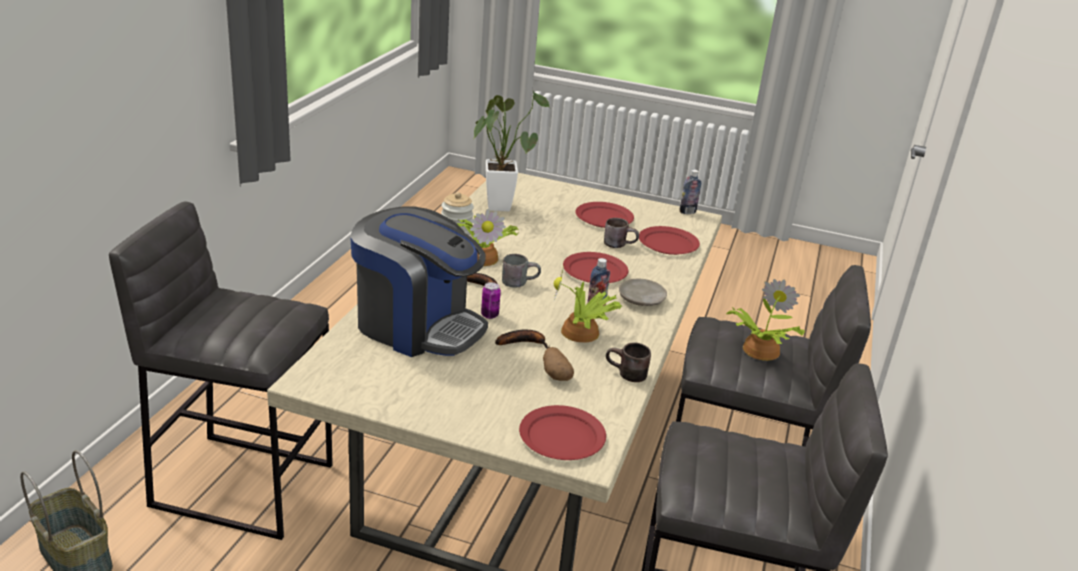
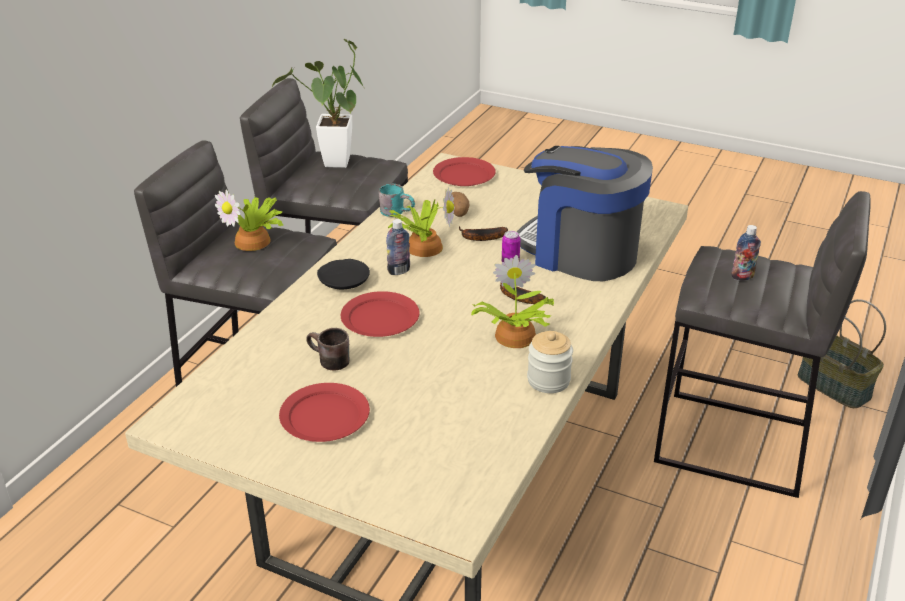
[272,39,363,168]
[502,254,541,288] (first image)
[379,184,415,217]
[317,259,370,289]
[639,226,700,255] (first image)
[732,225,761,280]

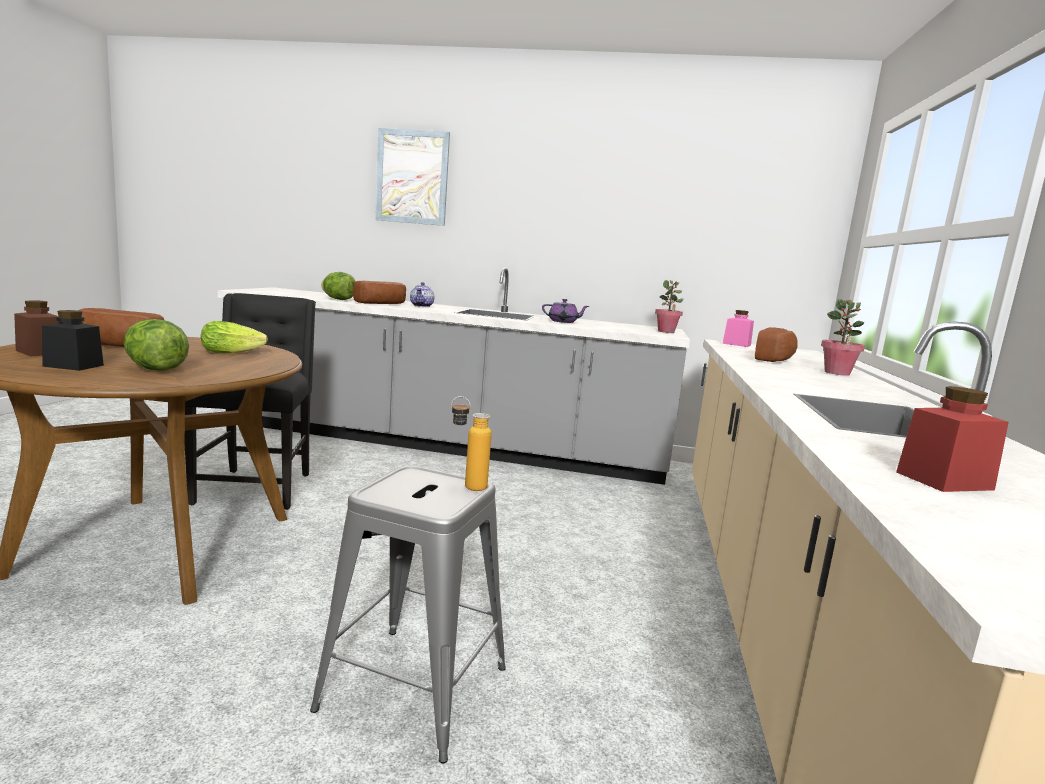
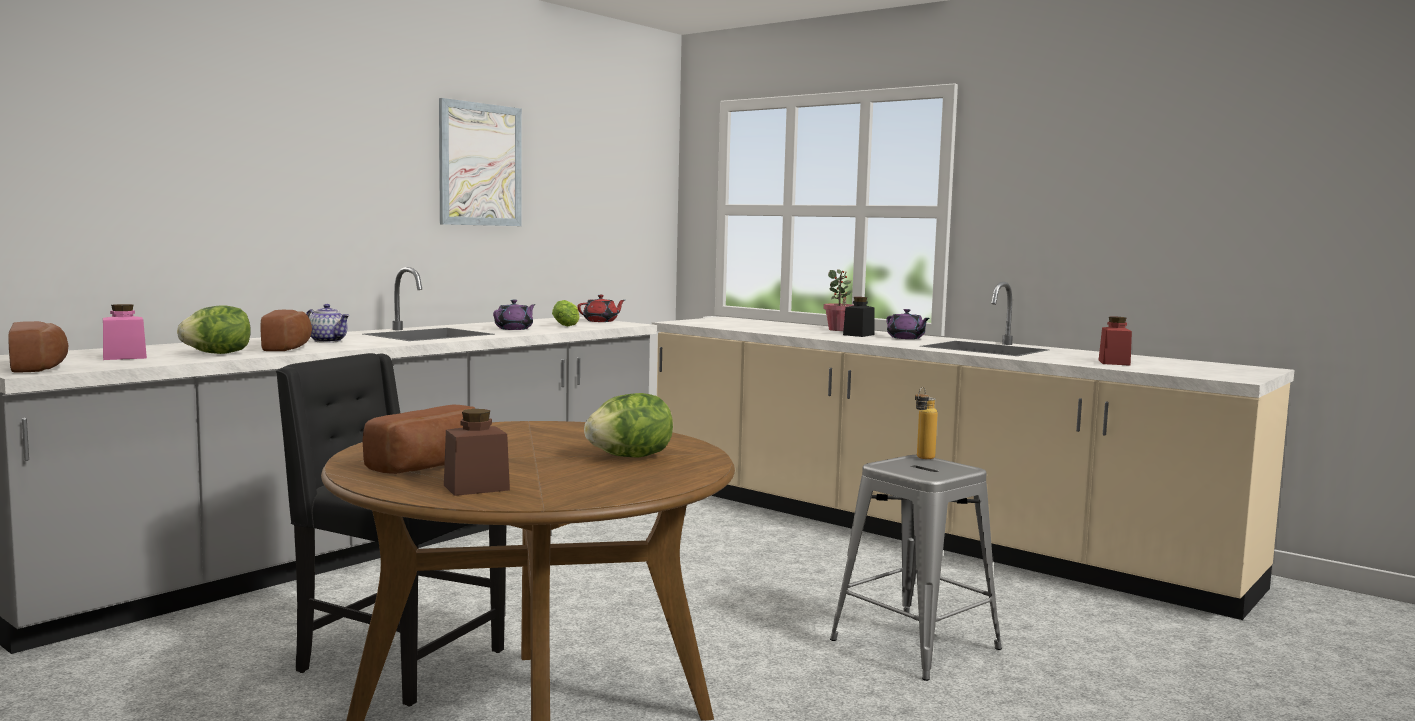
[843,297,875,337]
[552,300,580,327]
[439,98,522,226]
[577,295,625,322]
[103,304,147,360]
[8,321,68,373]
[886,309,930,339]

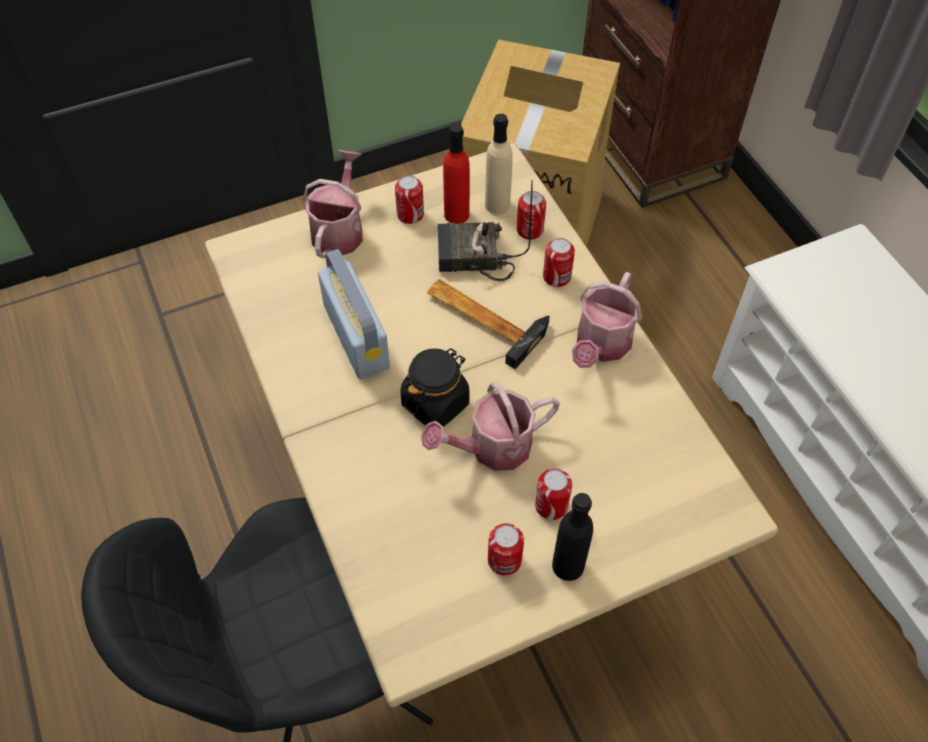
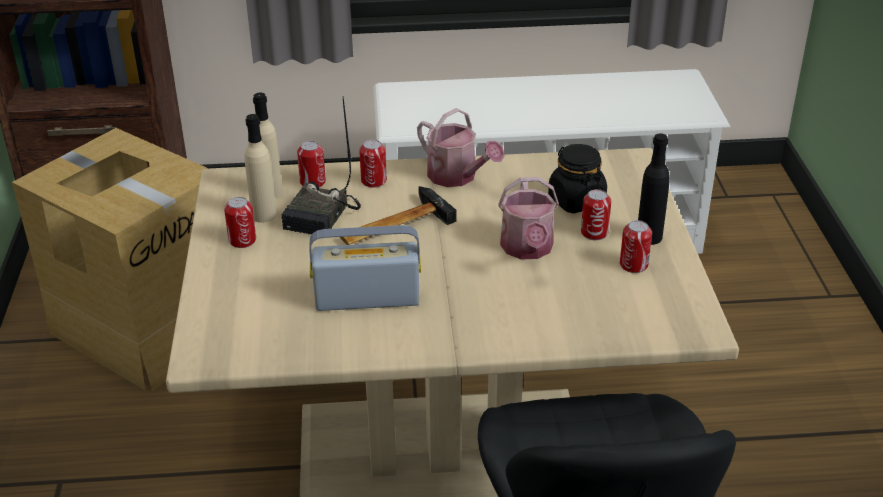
[303,150,363,259] (first image)
[548,144,607,213]
[244,114,277,223]

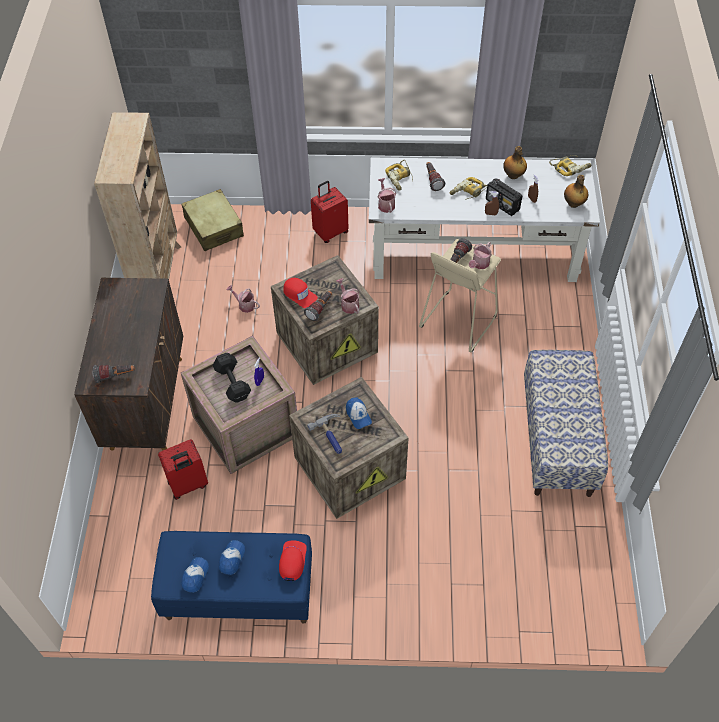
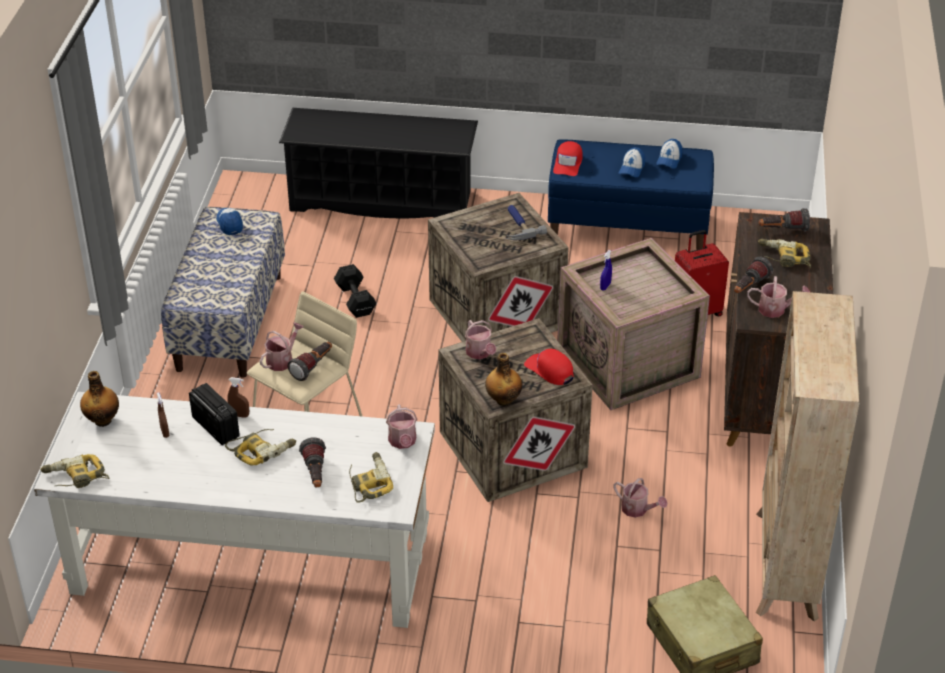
[334,264,376,318]
[734,257,773,293]
[311,181,348,243] (first image)
[216,208,243,235]
[485,353,522,406]
[279,108,478,218]
[747,276,810,318]
[758,239,811,268]

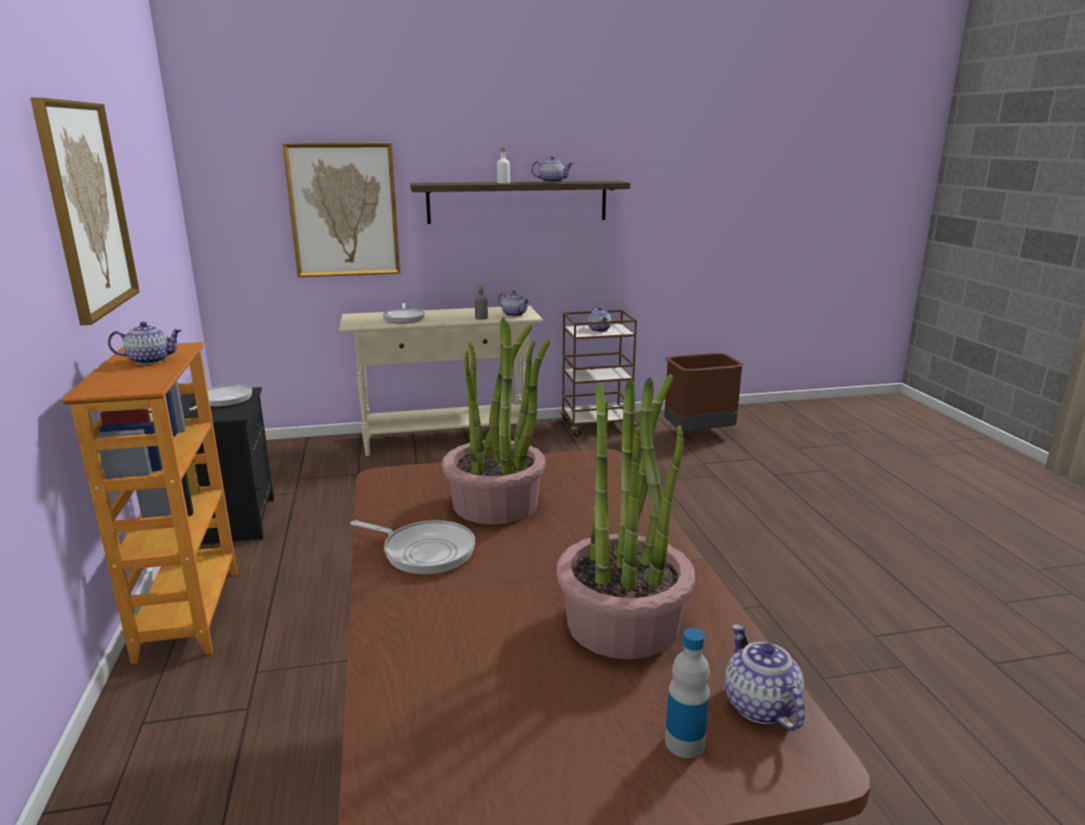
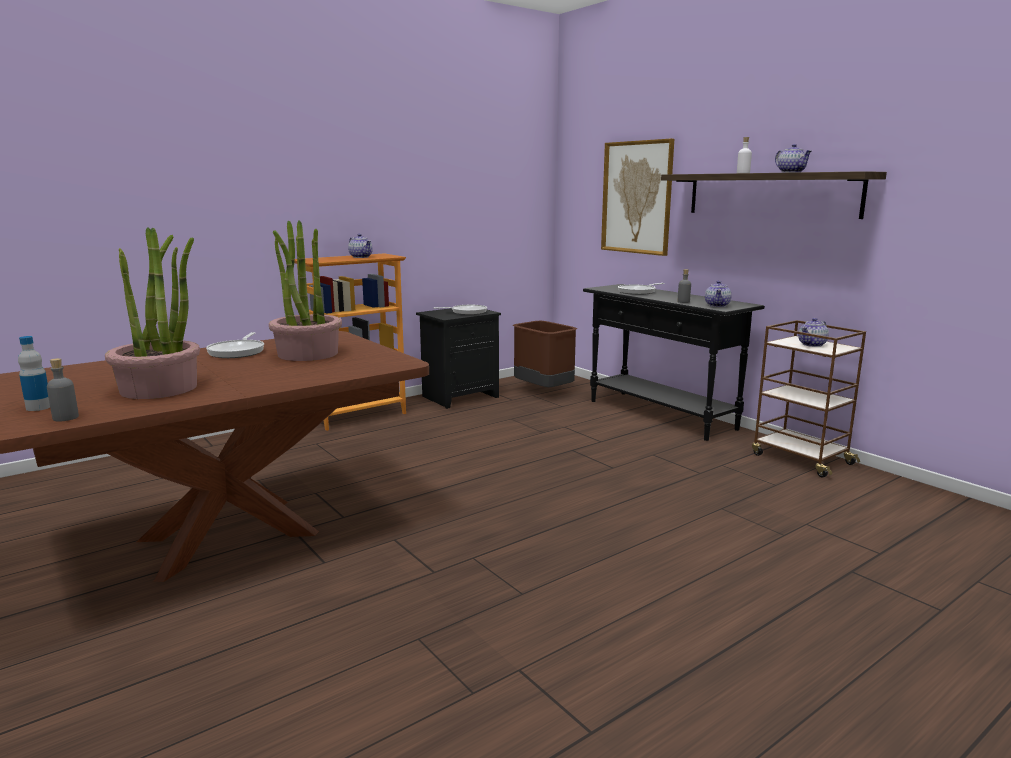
[30,98,140,325] (first image)
[583,284,765,441]
[513,321,577,387]
[47,358,79,421]

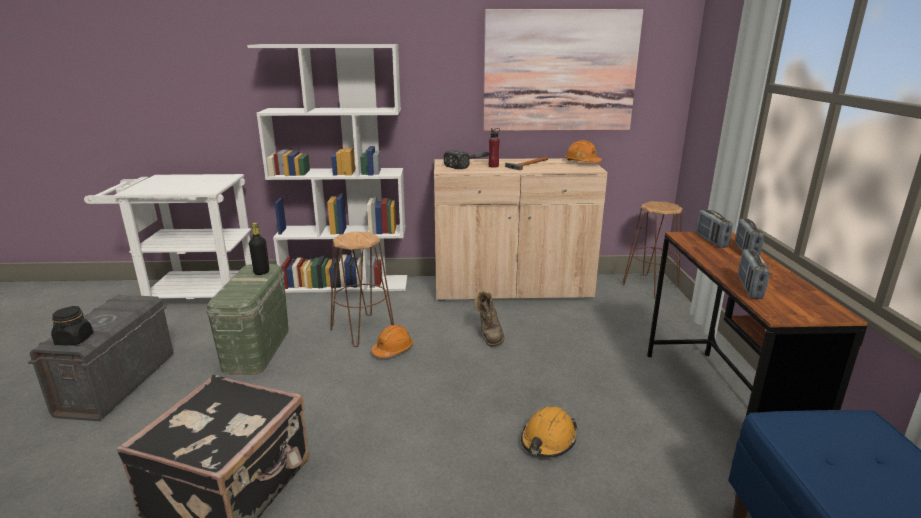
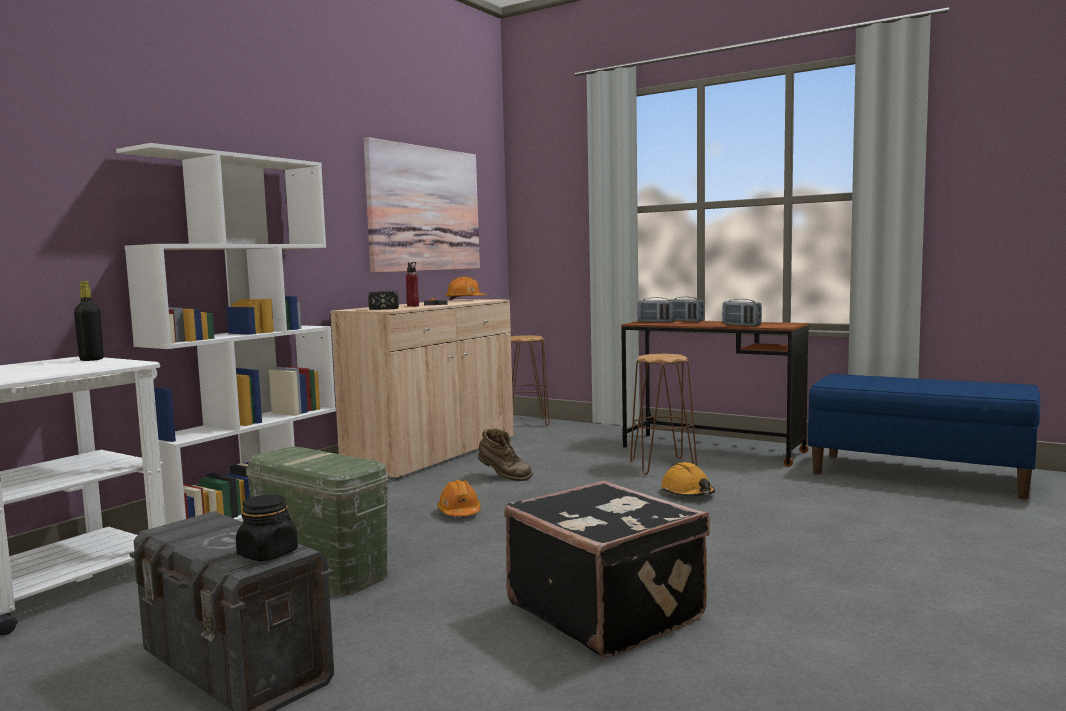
[74,281,104,361]
[630,354,697,475]

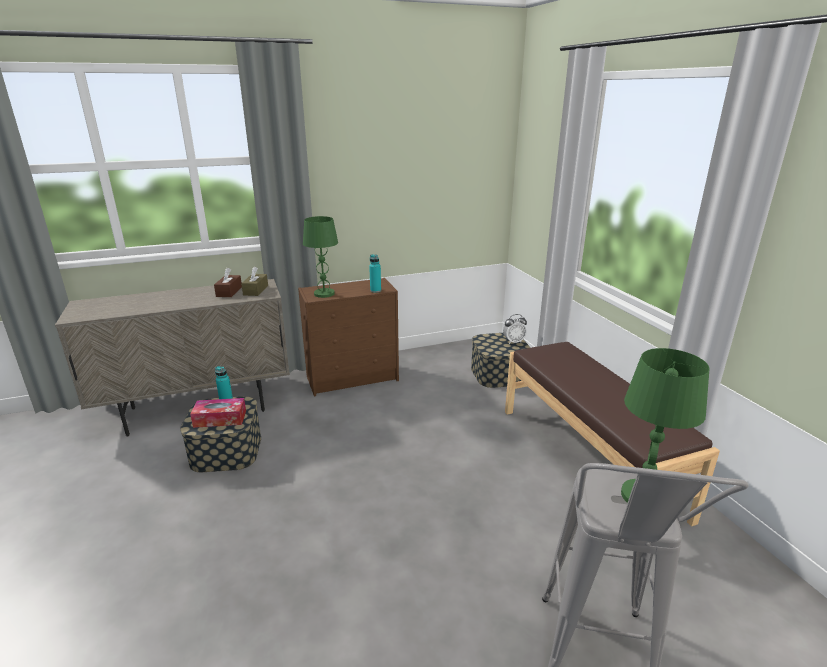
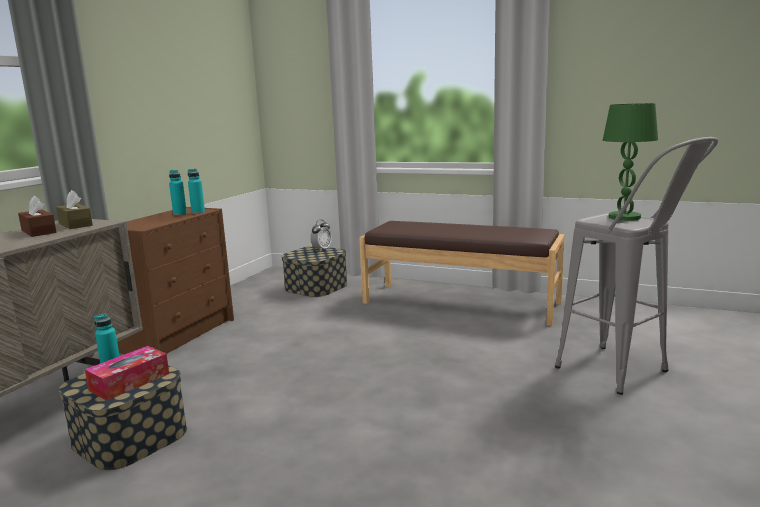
[303,216,338,298] (first image)
[169,170,187,215]

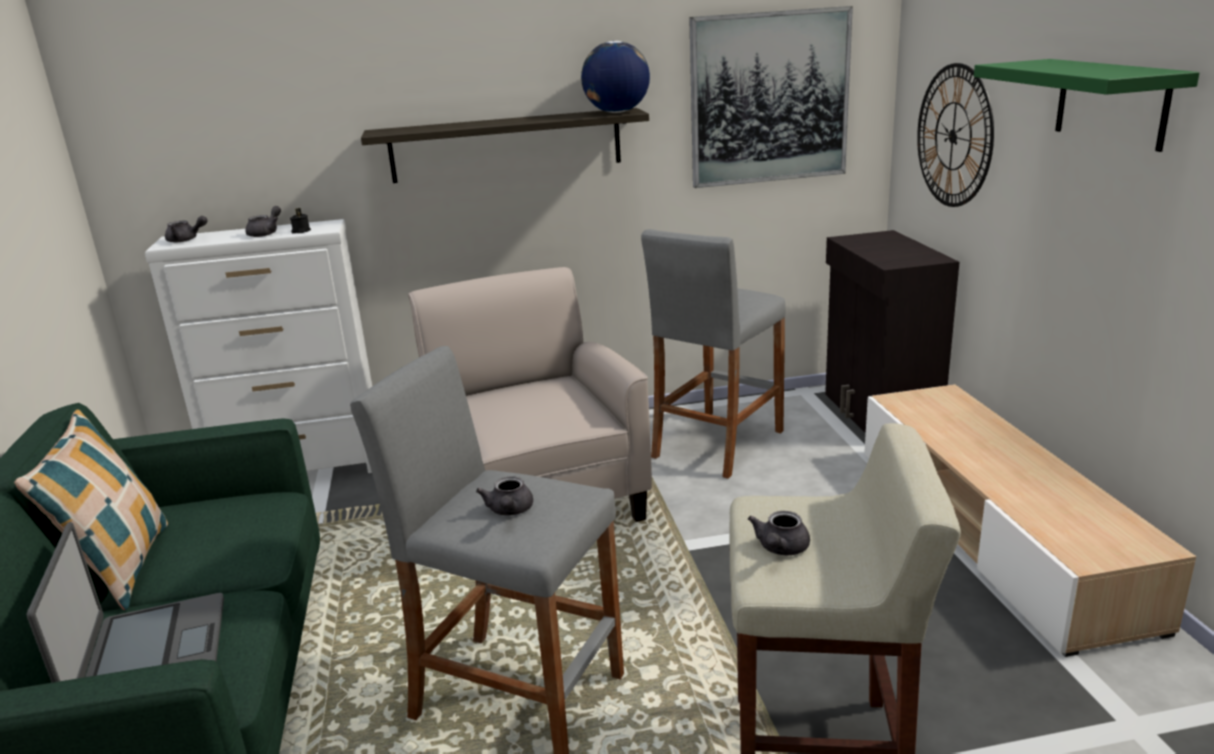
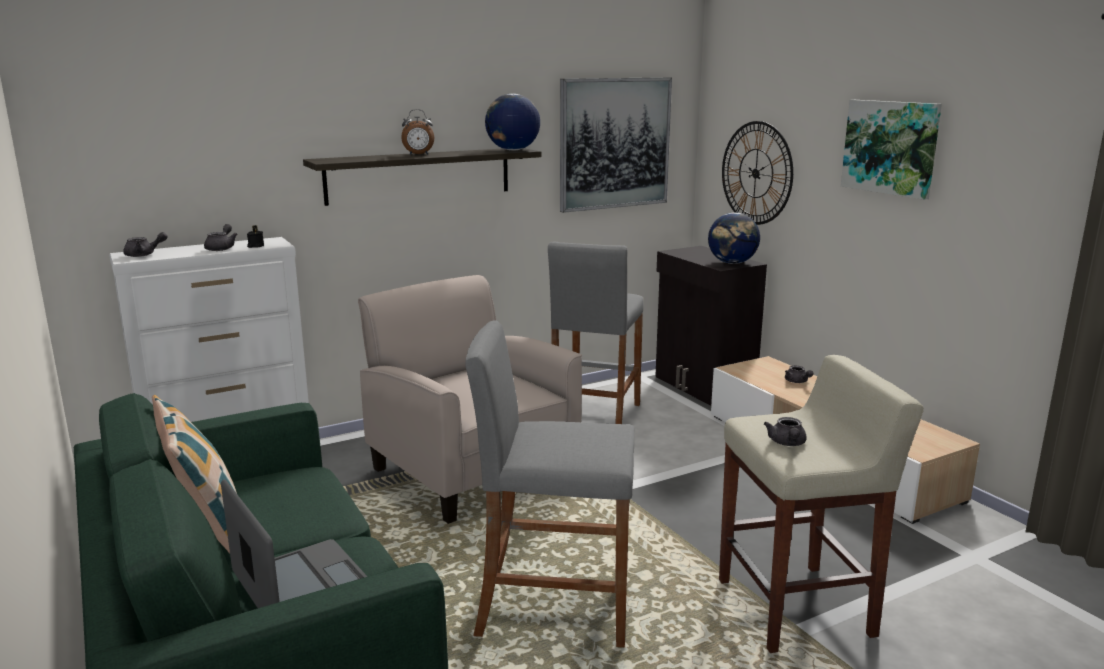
[785,365,814,383]
[841,100,942,200]
[401,109,434,155]
[708,212,760,264]

